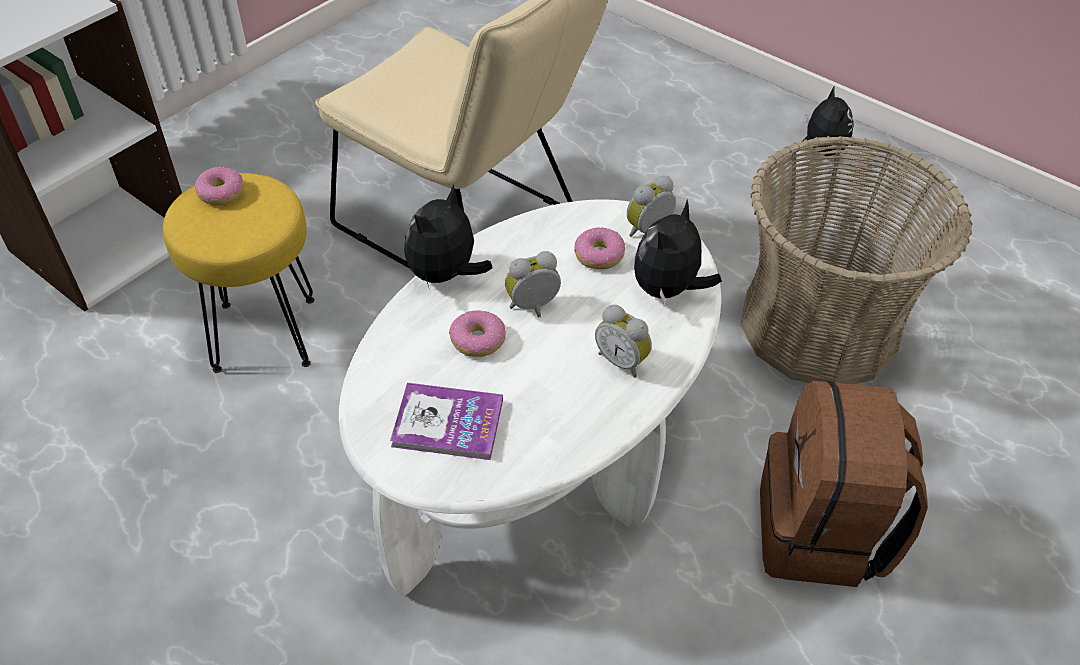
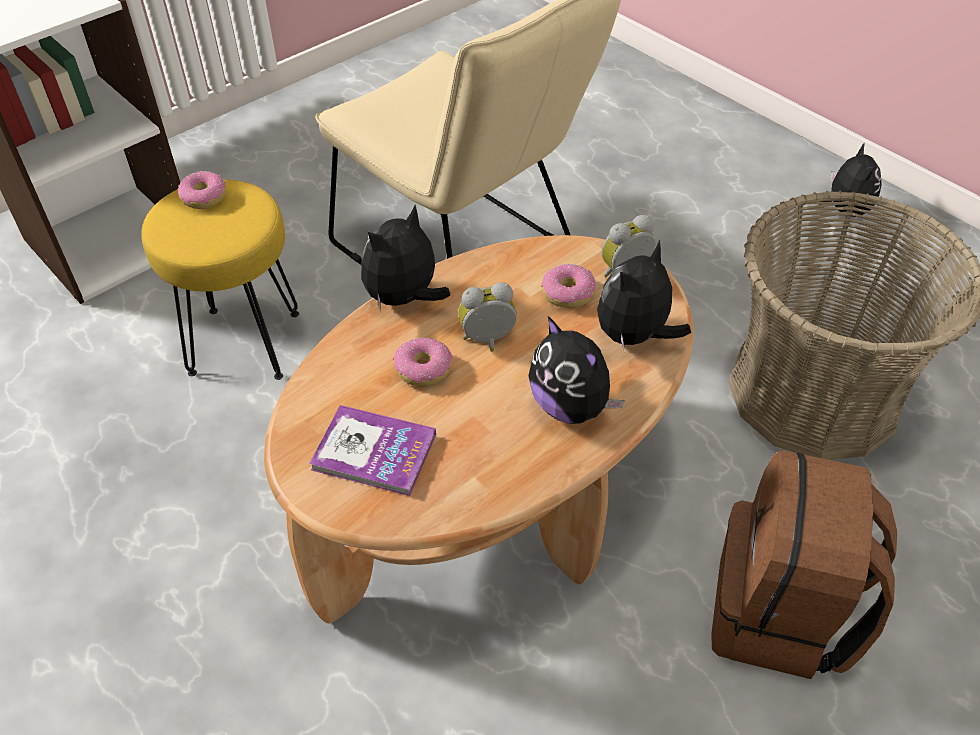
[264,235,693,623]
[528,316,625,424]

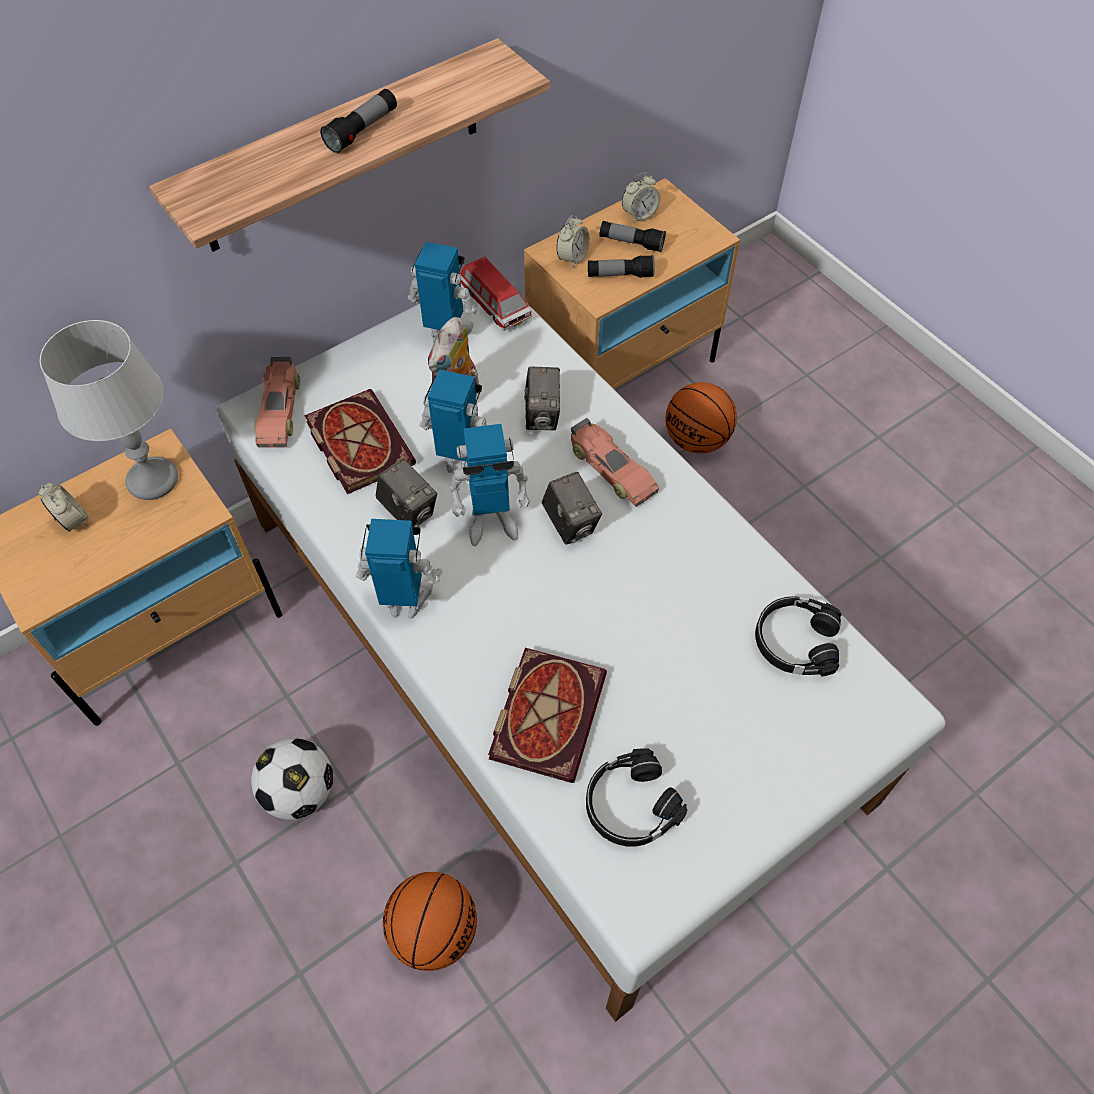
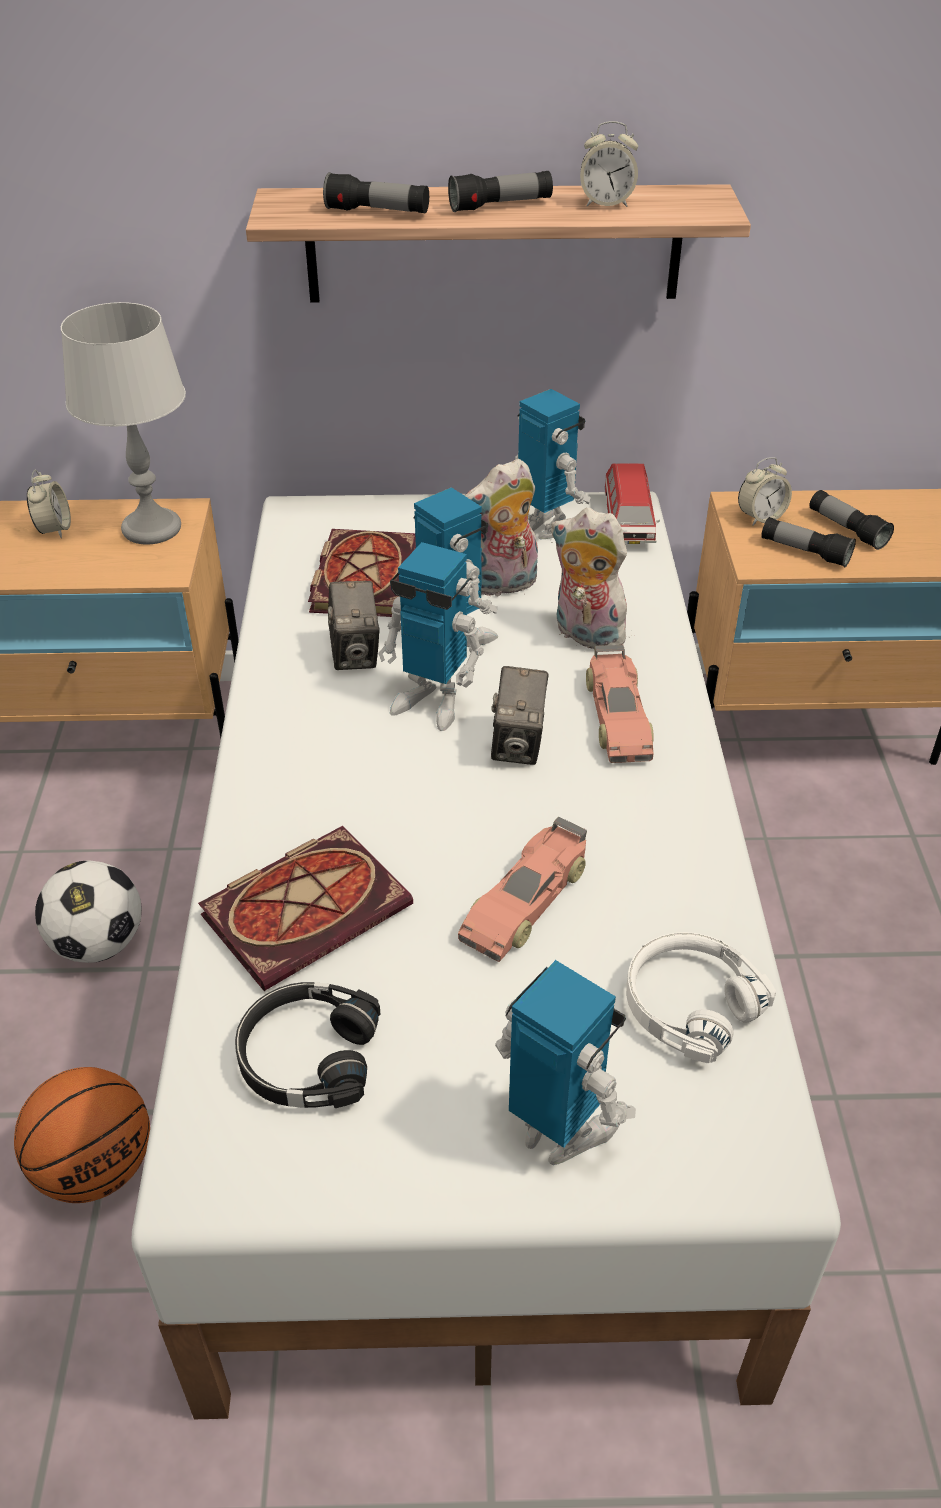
[458,817,587,962]
[495,960,636,1165]
[550,508,627,652]
[580,121,638,207]
[666,382,737,454] (first image)
[626,932,776,1063]
[323,172,429,213]

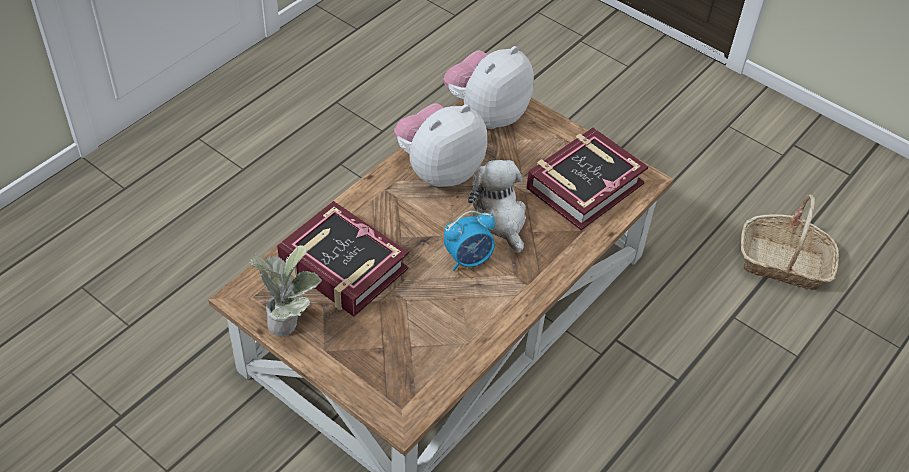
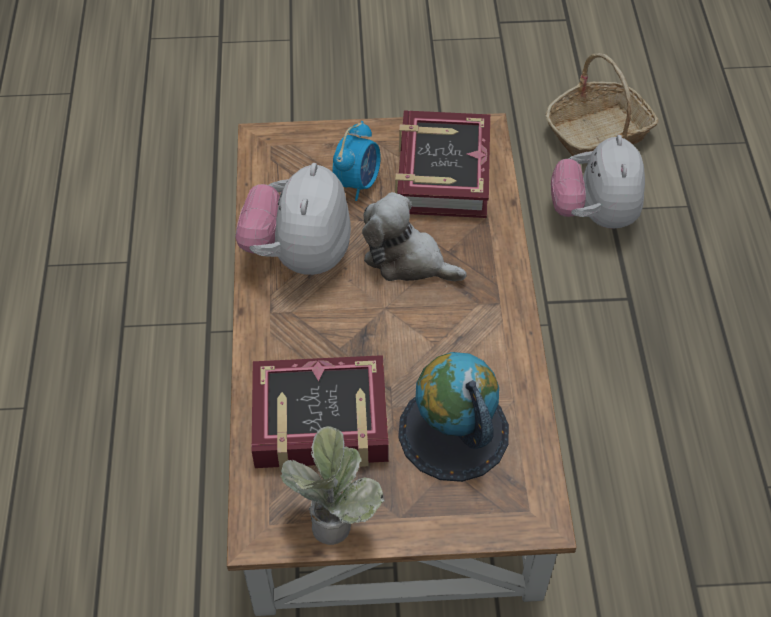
[551,135,645,229]
[333,121,381,201]
[398,352,509,482]

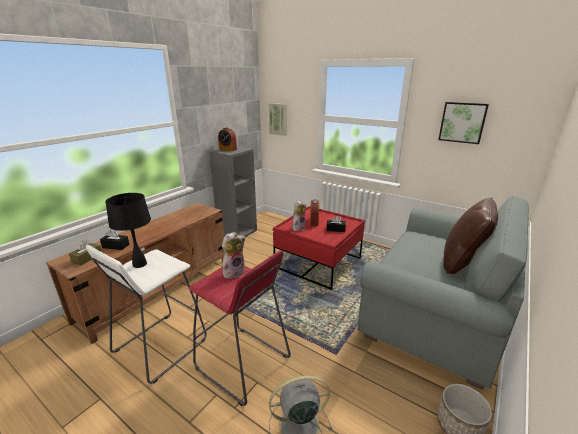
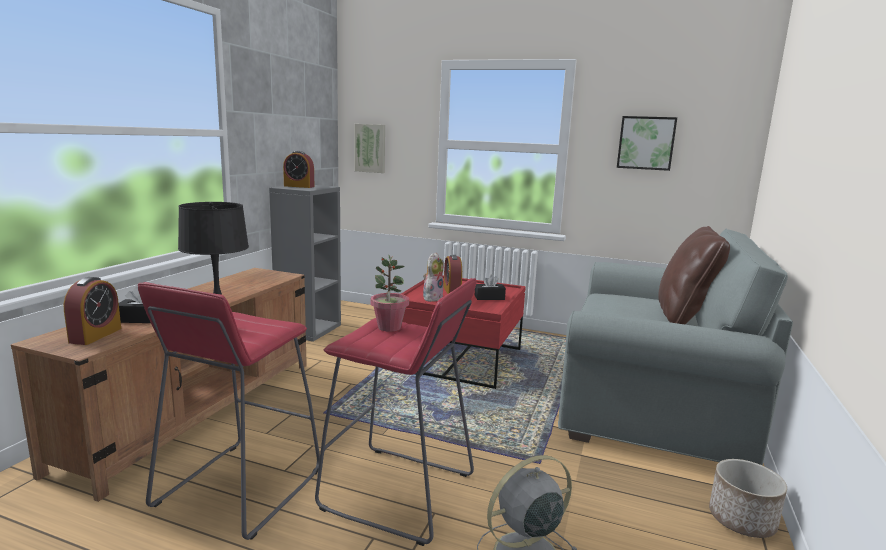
[64,277,121,345]
[138,282,320,540]
[370,255,409,332]

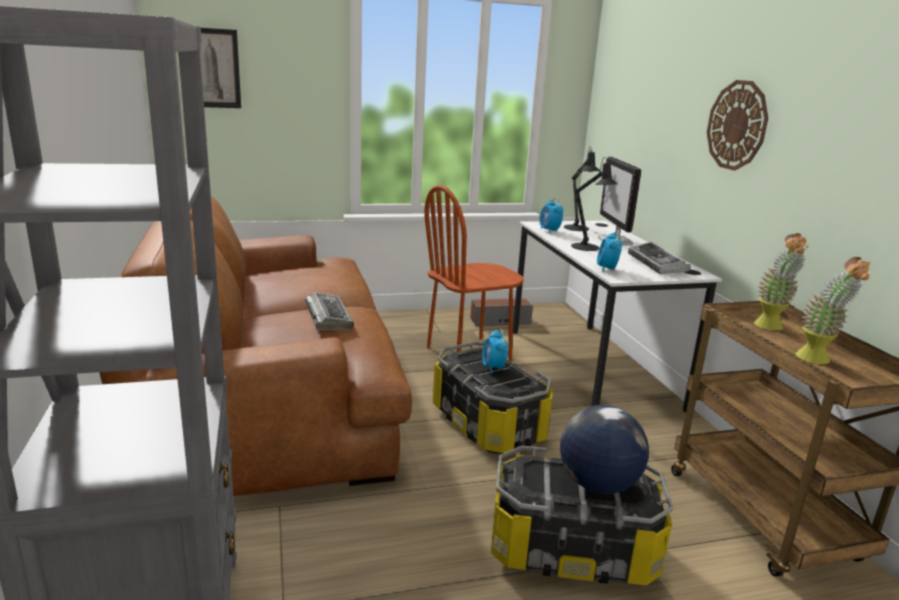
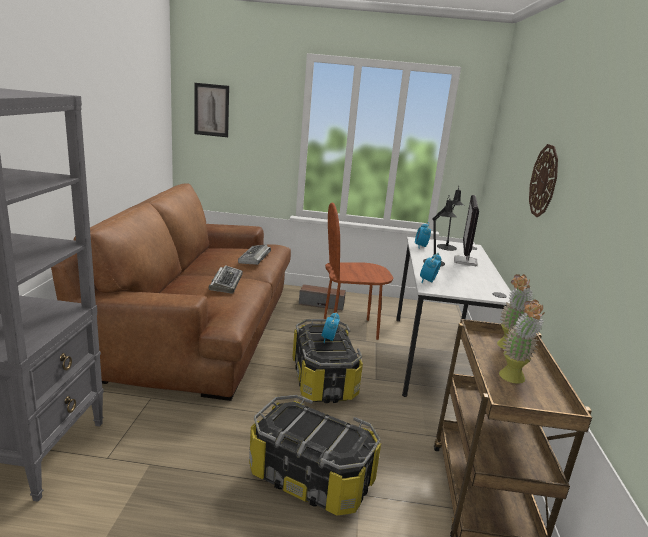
[299,284,346,311]
[560,405,649,494] (first image)
[238,245,271,265]

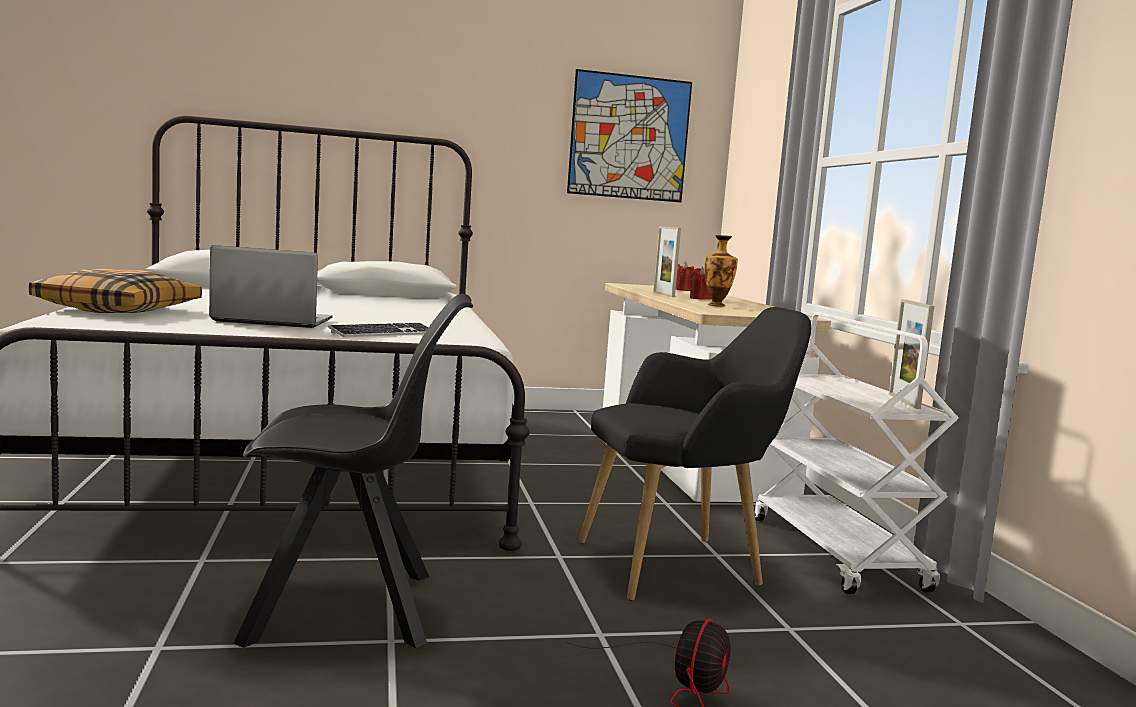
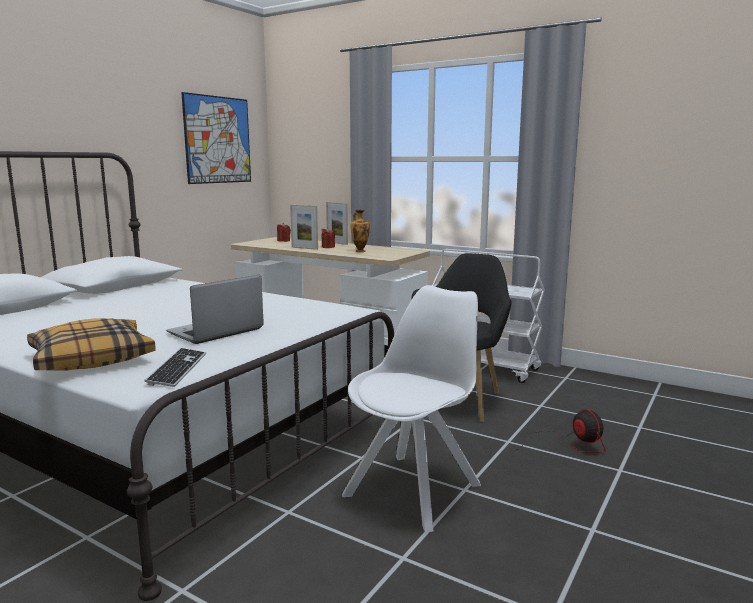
[342,285,481,533]
[144,348,206,387]
[326,202,348,245]

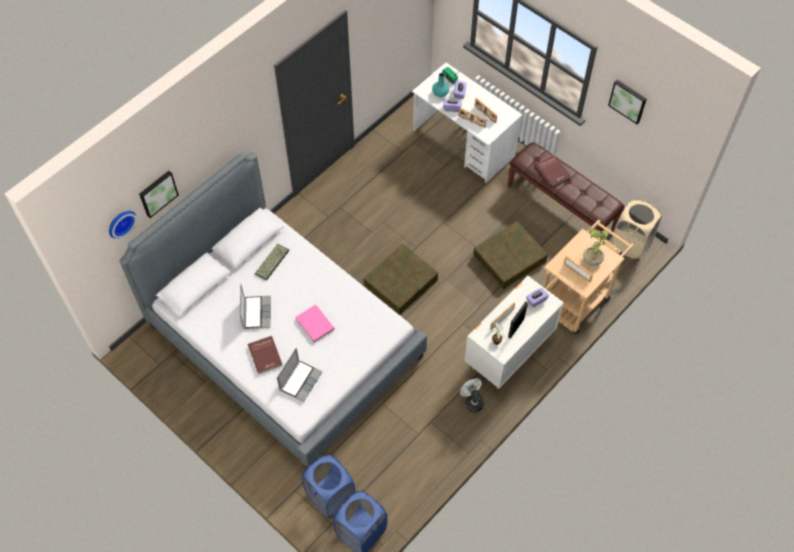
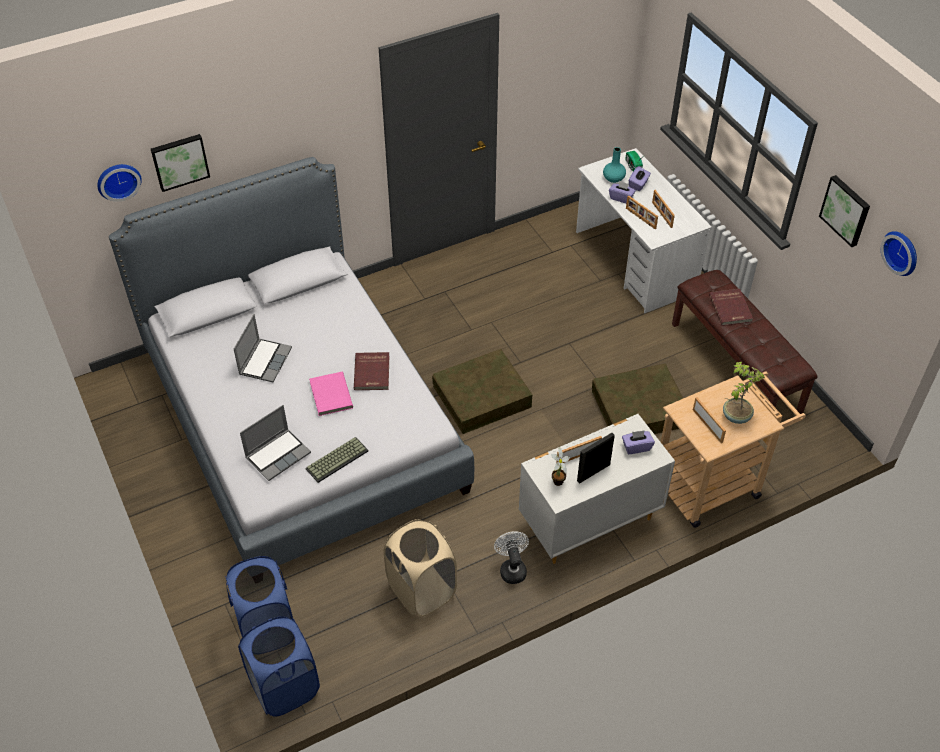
[354,352,389,390]
[306,437,369,483]
[384,519,457,617]
[881,231,917,276]

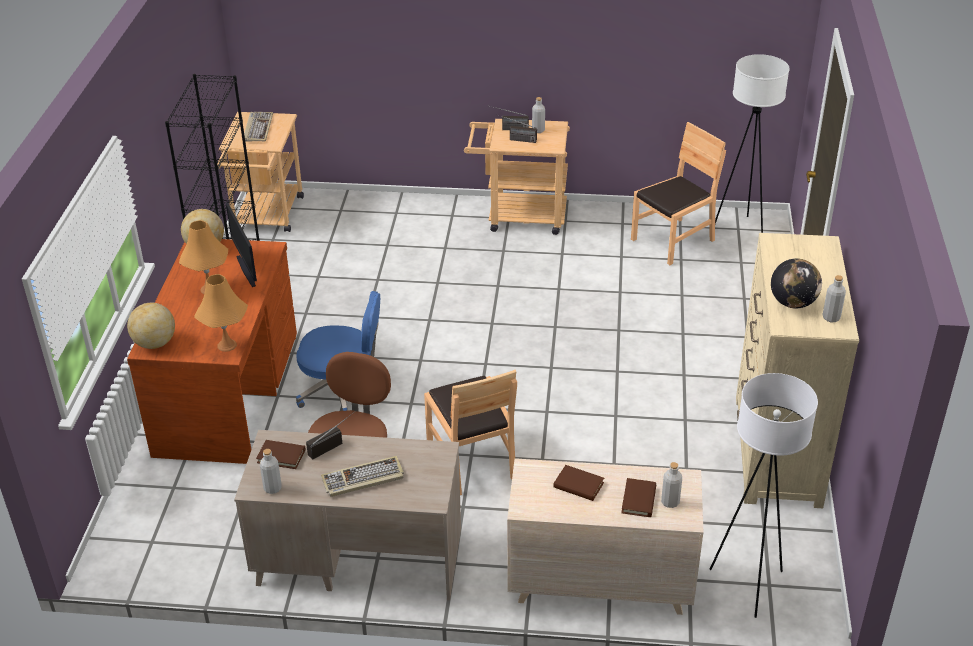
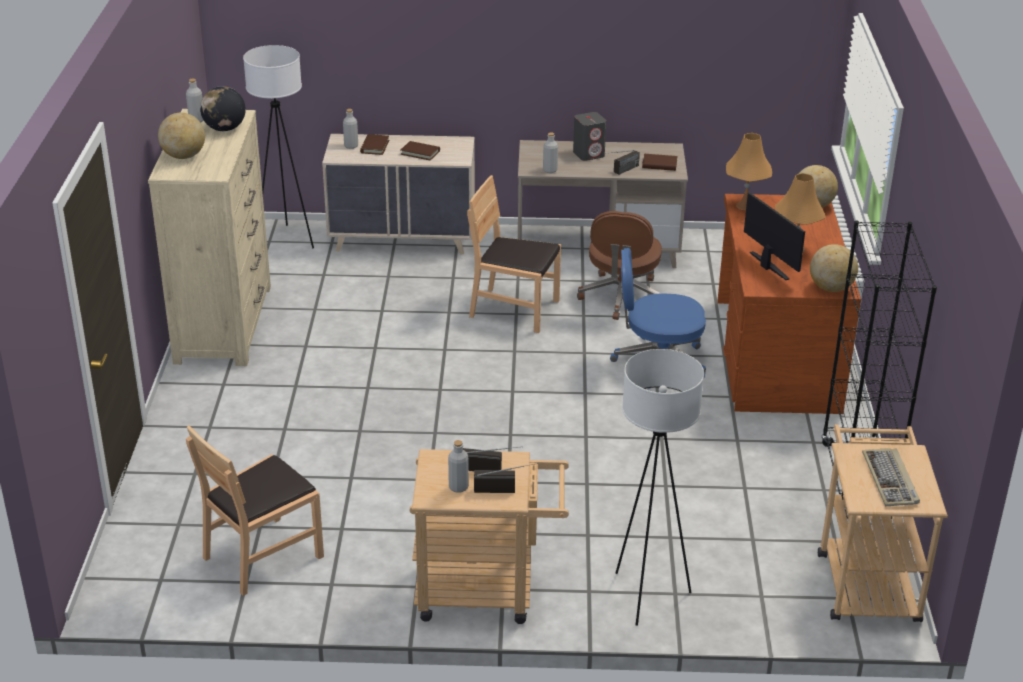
[543,132,558,173]
[573,112,606,161]
[467,175,561,333]
[616,349,704,626]
[158,113,205,159]

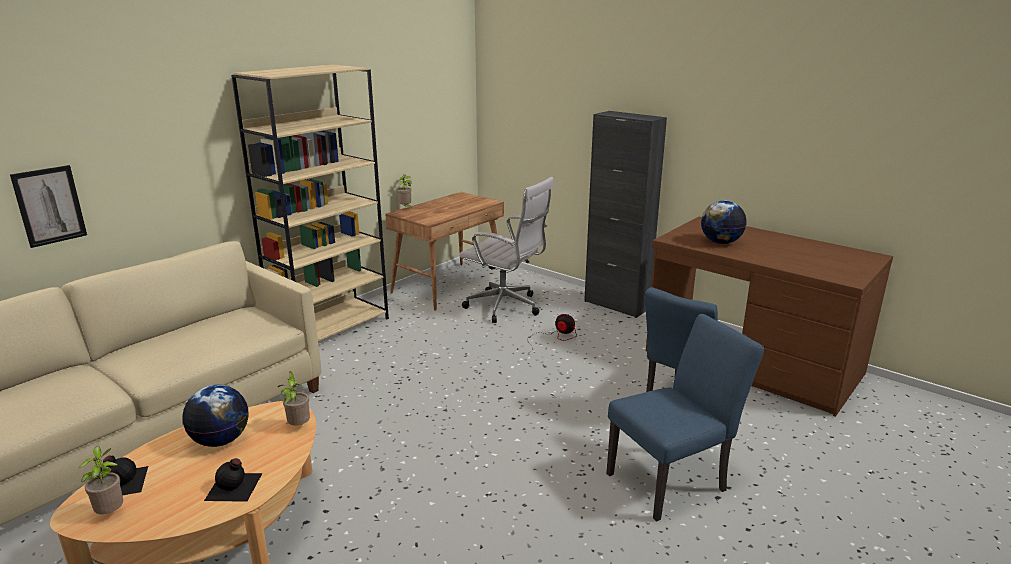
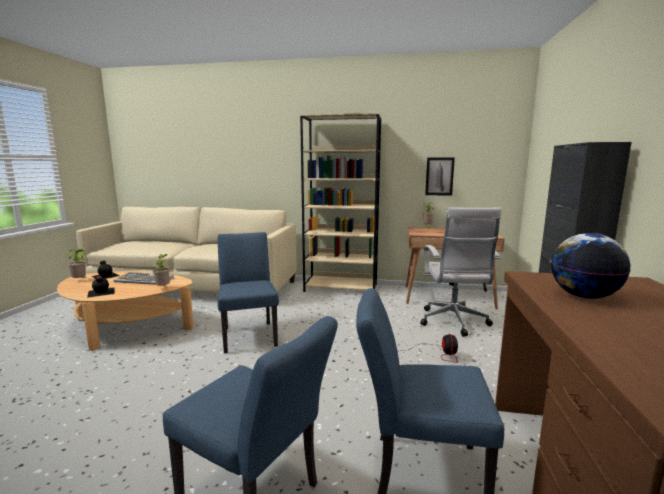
[425,157,455,196]
[114,272,174,285]
[217,232,279,353]

